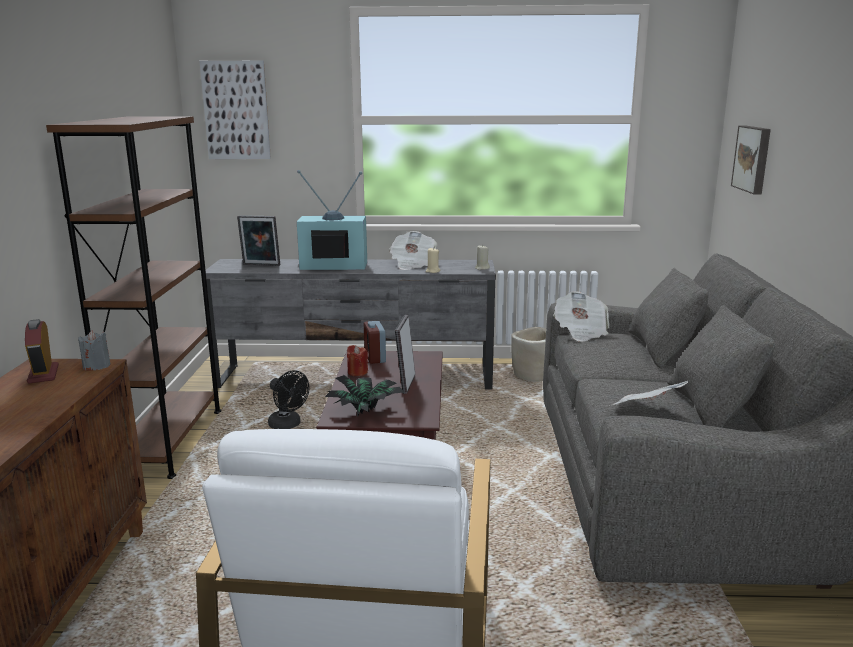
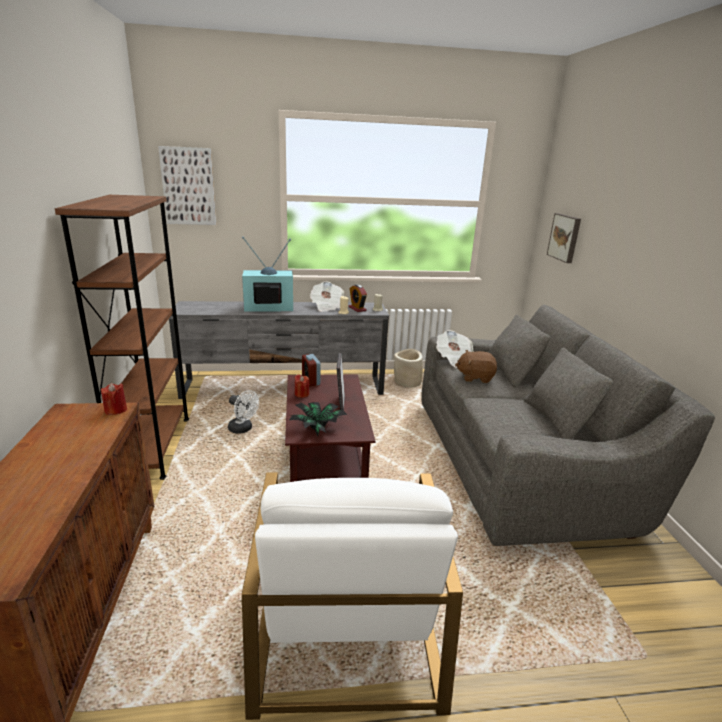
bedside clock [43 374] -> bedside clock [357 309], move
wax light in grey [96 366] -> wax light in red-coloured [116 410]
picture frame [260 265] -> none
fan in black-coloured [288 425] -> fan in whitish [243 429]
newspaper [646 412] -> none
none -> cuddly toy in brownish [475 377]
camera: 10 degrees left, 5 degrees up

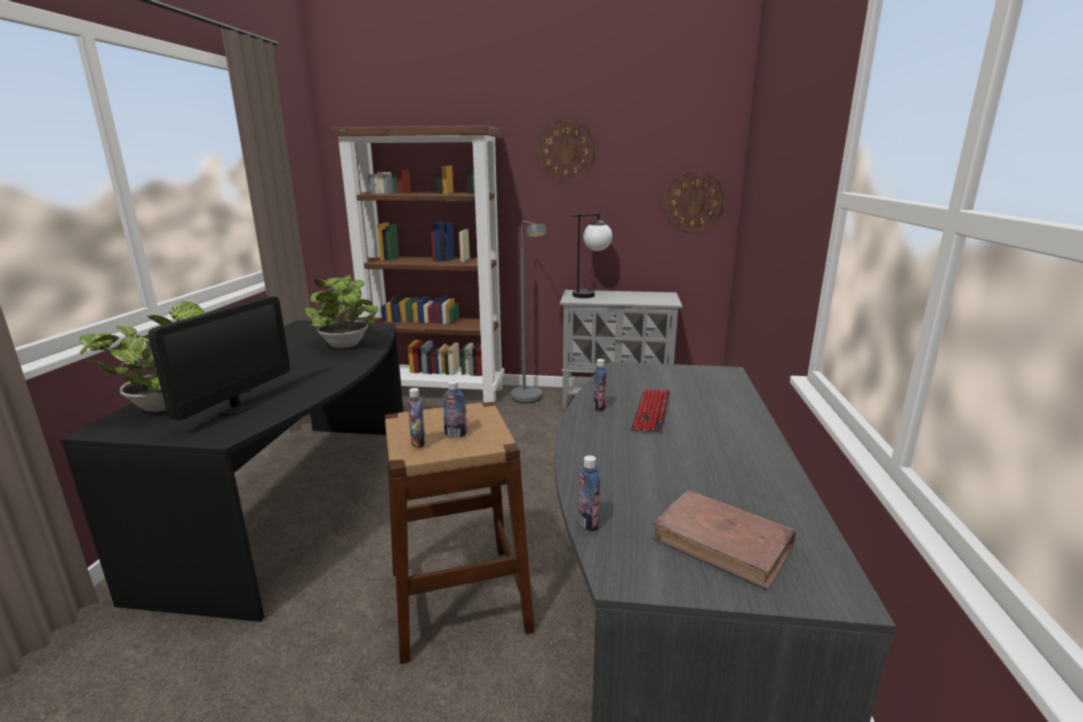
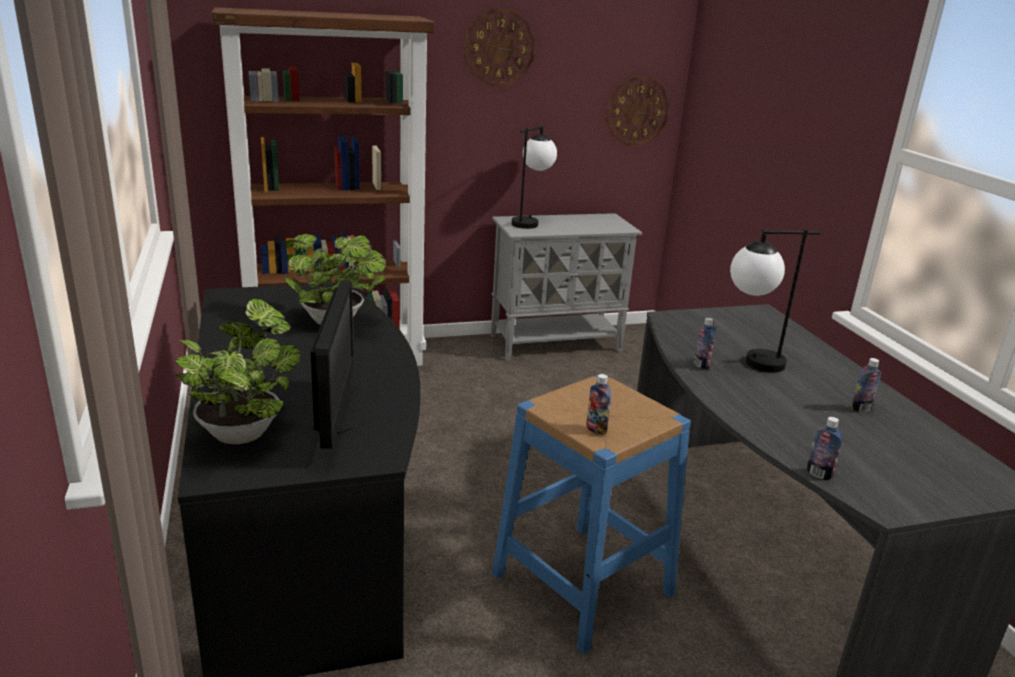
sitting stool in brownish [458 599] -> sitting stool in bluish [582 583]
drink bottle [456 434] -> drink bottle [861 409], move
standing lamp in grey [529 400] -> none
keyboard [651 412] -> tabletop lamp [749 364]
bound book in brownish [722 542] -> none
camera: 25 degrees left, 5 degrees up

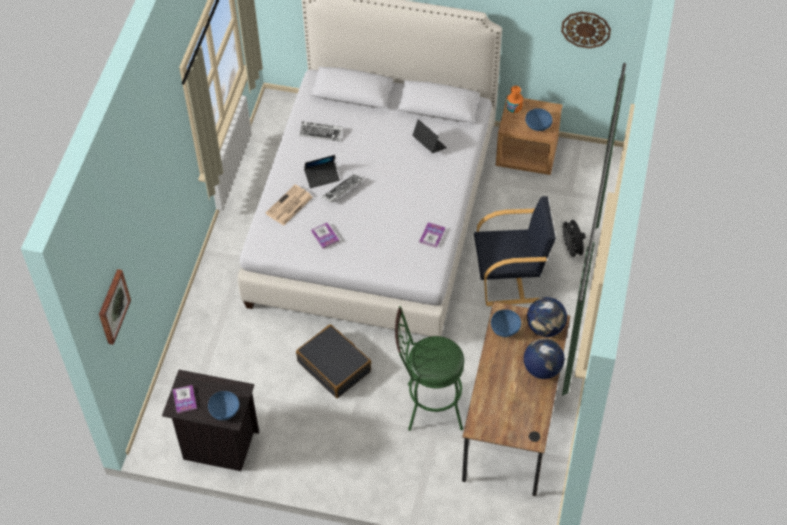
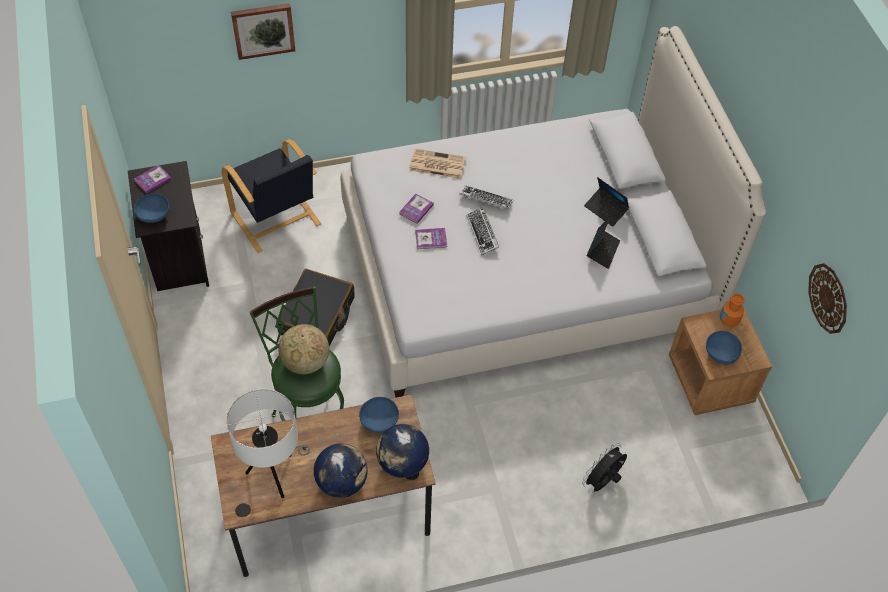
picture [112 306] -> picture [263 30], move
keyboard [321 133] -> keyboard [482 233], move
laptop [322 177] -> laptop [606 210], move
bound book [432 235] -> bound book [431 239], move
armchair in black-coloured [510 278] -> armchair in black-coloured [276 220], move
none -> tabletop lamp in whitish [275 473]
none -> globe [305 362]
camera: 60 degrees right, 0 degrees up

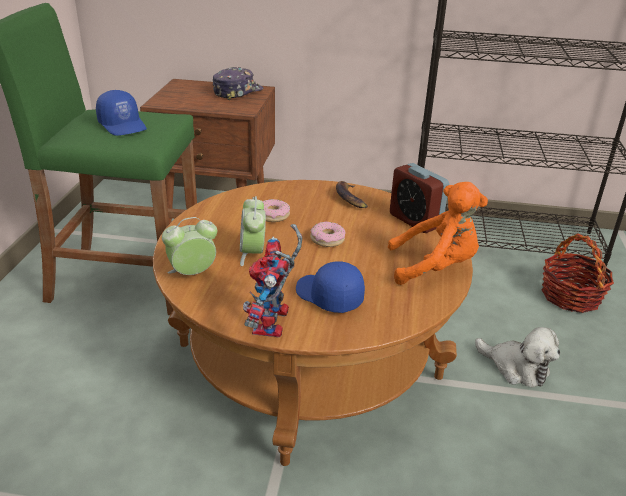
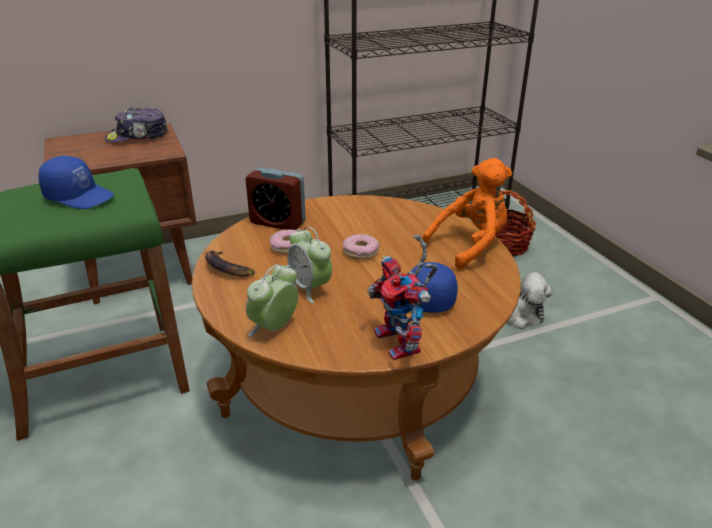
cap [237 92] -> cap [137 136], 120 degrees counterclockwise
whole banana [350 198] -> whole banana [227 268], move
bedside clock [415 221] -> bedside clock [277 222], move
camera: 30 degrees left, 0 degrees up

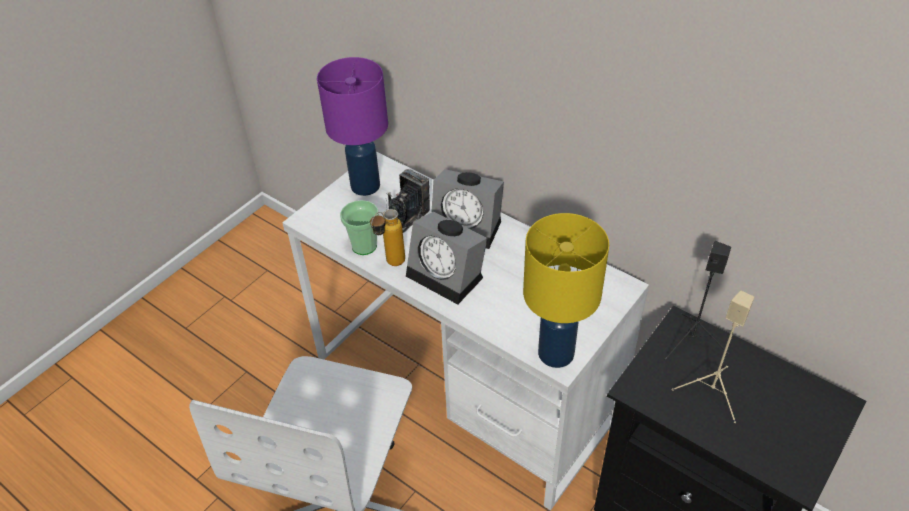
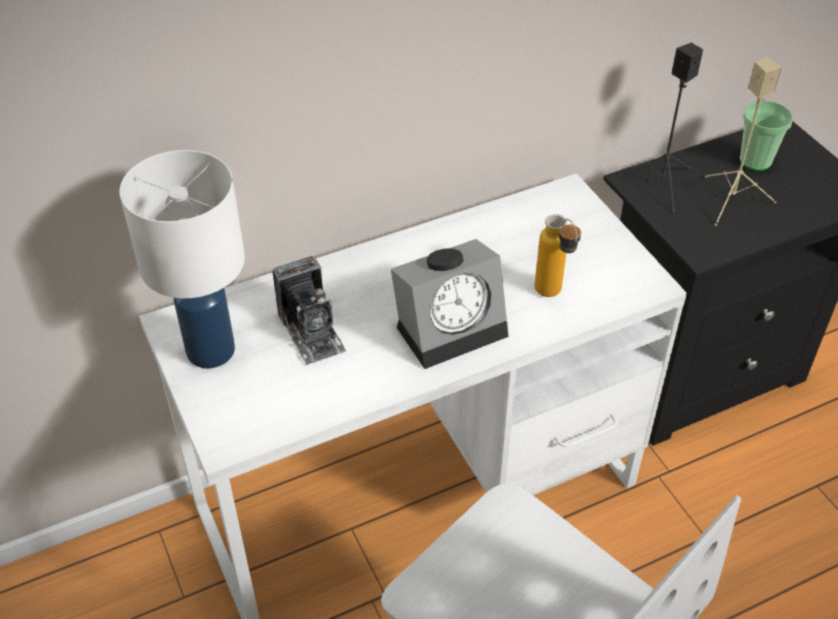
tabletop lamp in purple-coloured [364 185] -> tabletop lamp in whitish [209 351]
small cup [364 246] -> small cup [755 161], move
drink bottle [390 265] -> drink bottle [553 296], move
bedside clock [469 226] -> none
tabletop lamp in yellow [557 353] -> none
camera: 65 degrees left, 0 degrees up

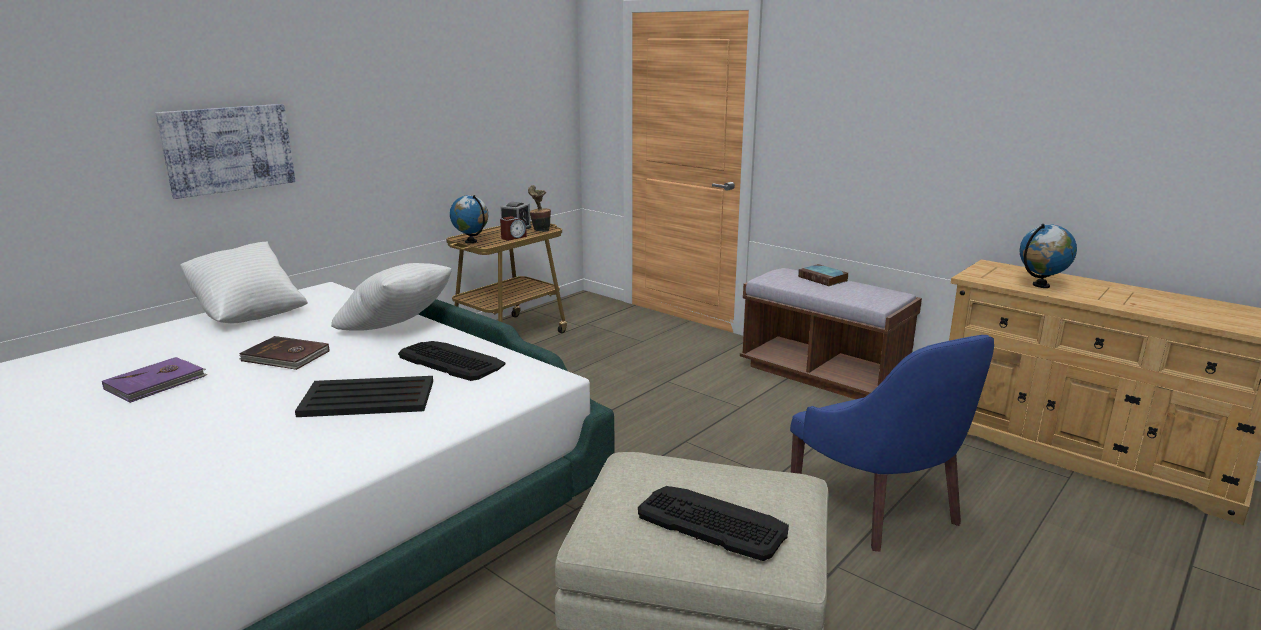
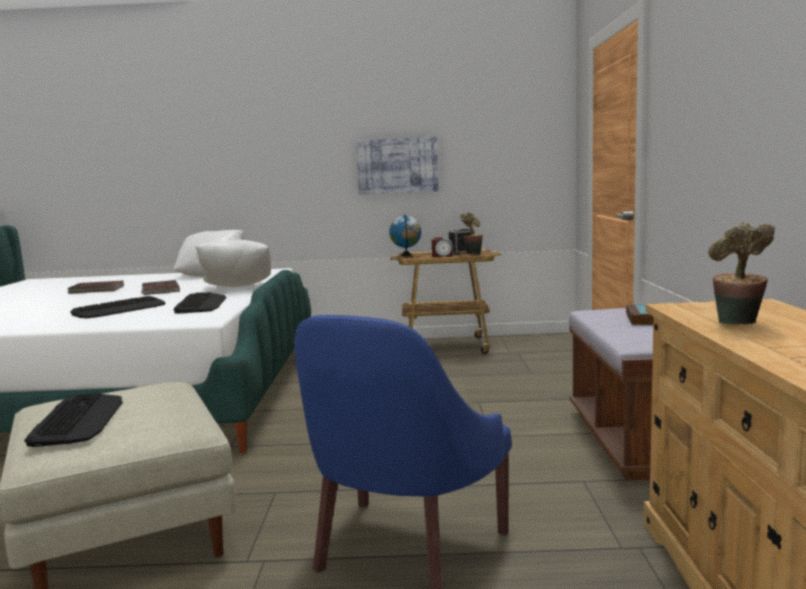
bound book in purple-coloured [157 383] -> bound book in brownish [97 290]
picture [228 149] -> picture [397 166], move
tray in black-coloured [366 398] -> keyboard [120 309]
globe [1041 285] -> houseplant [738 324]
camera: 50 degrees right, 10 degrees down

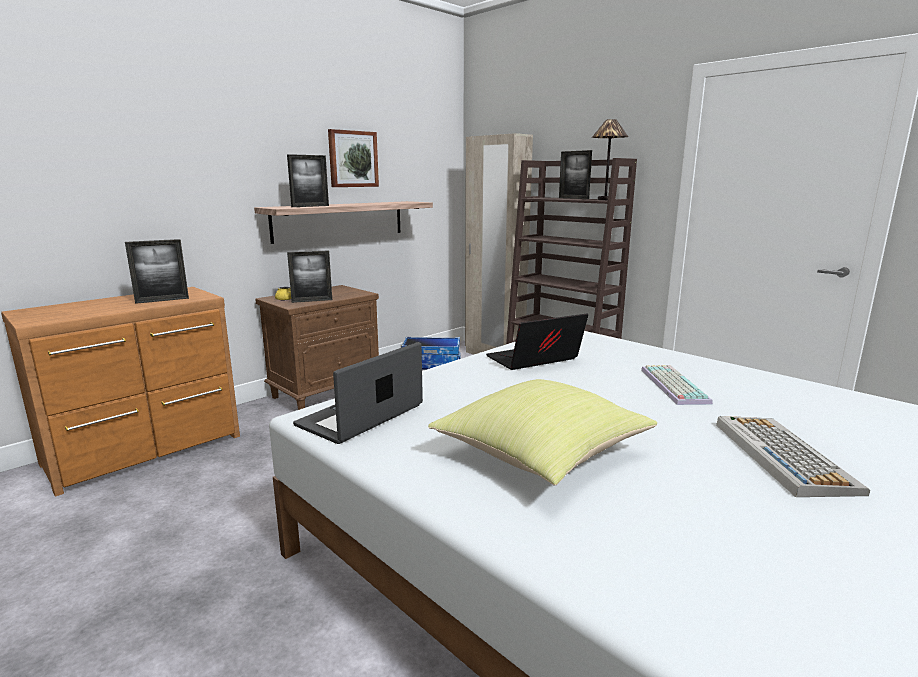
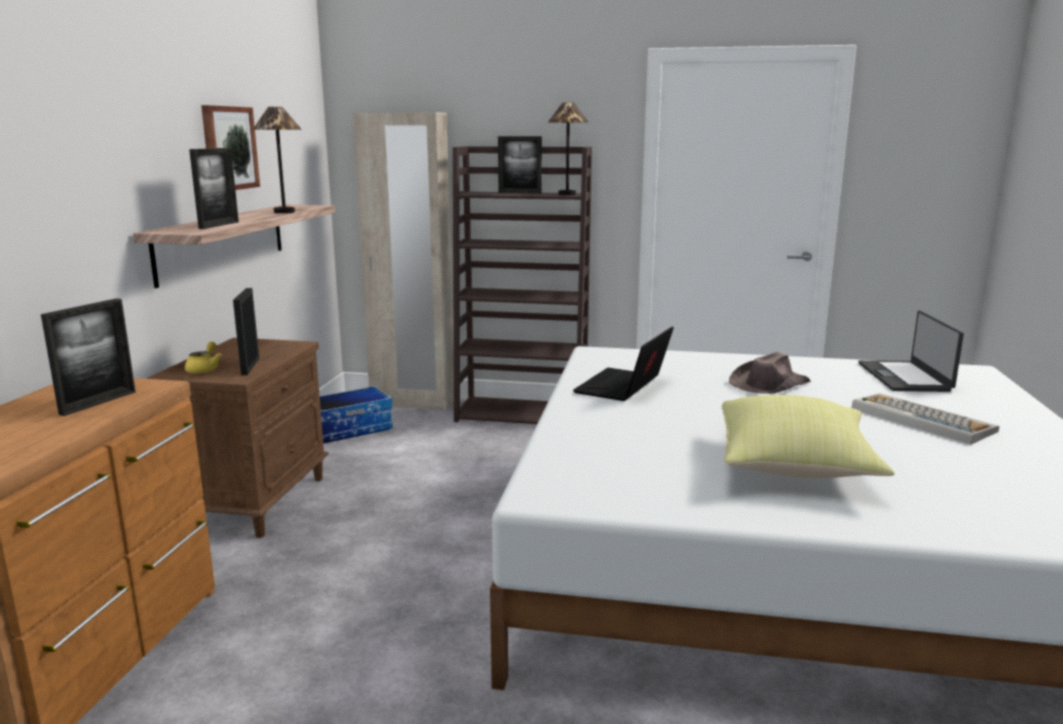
picture frame [312 300] -> picture frame [250 366], 135 degrees clockwise
laptop [362 416] -> laptop [905 377], move
keyboard [671 385] -> hat in brownish [768 384]
none -> tabletop lamp [284 212]
camera: 35 degrees left, 0 degrees up

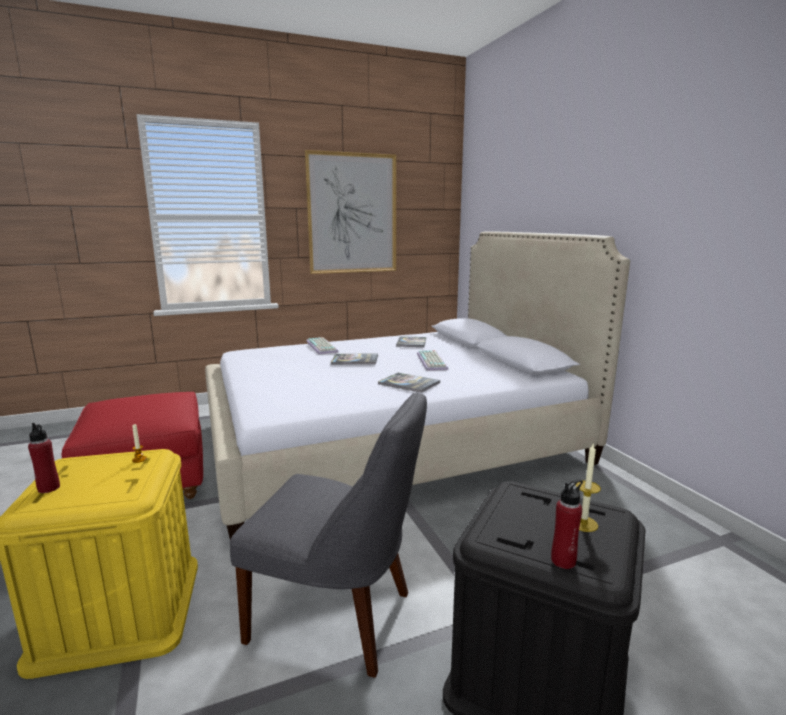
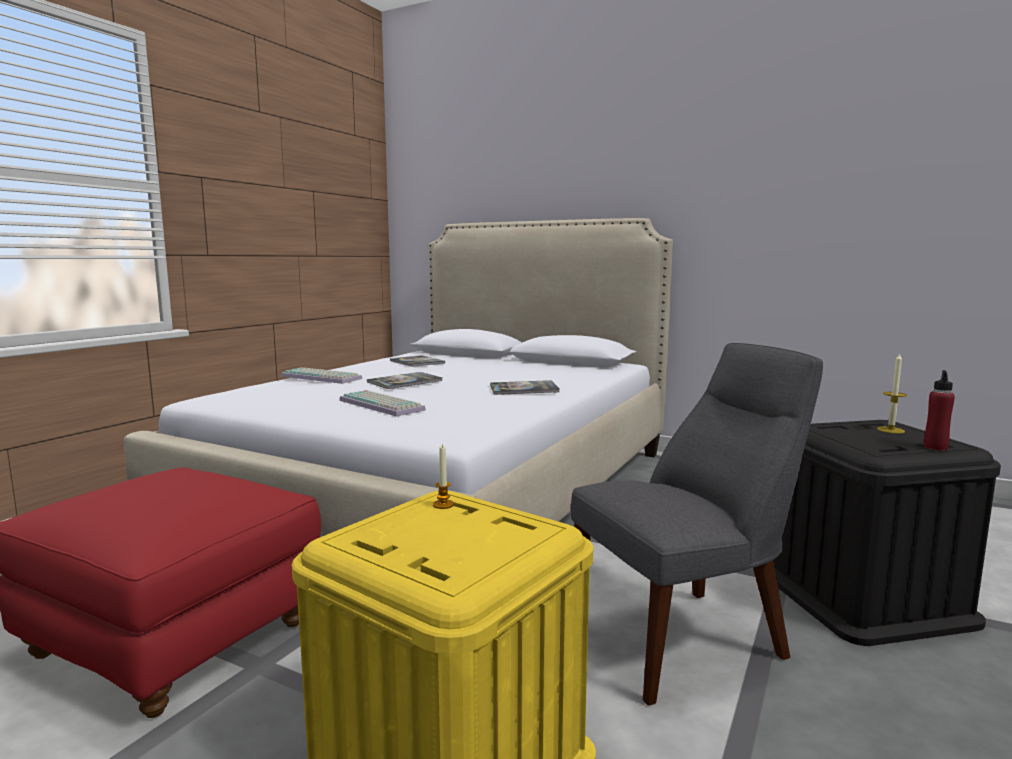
drink bottle in red-coloured [49 488] -> none
picture [352 214] -> none
keyboard [433 361] -> keyboard [383 405], move
camera: 40 degrees left, 5 degrees down

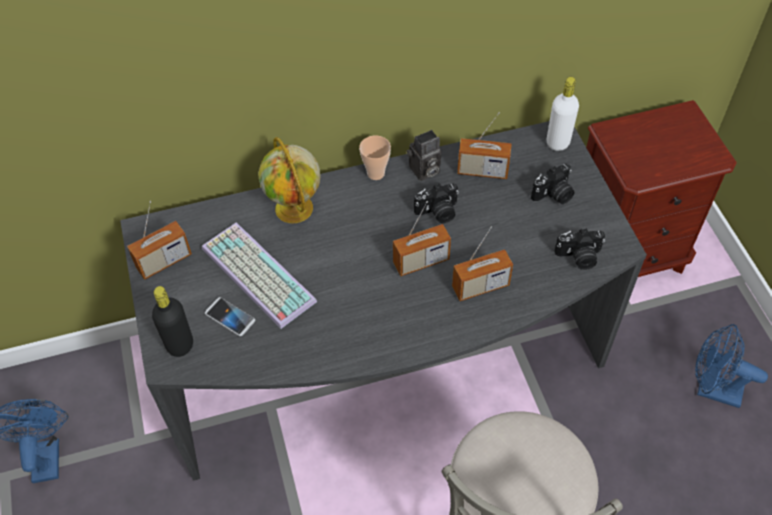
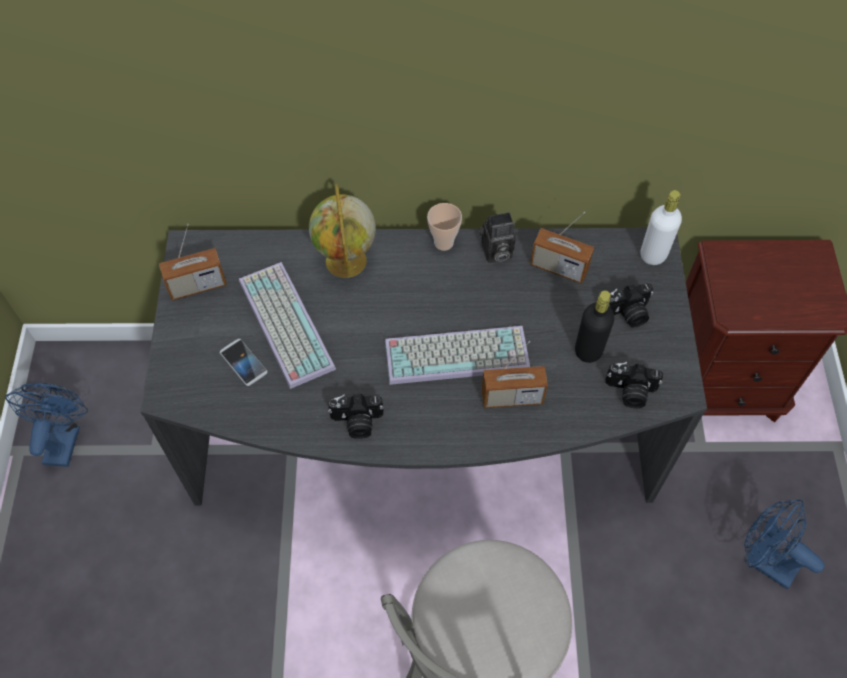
drink bottle in black-coloured [180 345] -> drink bottle in black-coloured [588 350], move
radio receiver [421 261] -> keyboard [458 353]
still camera [438 212] -> still camera [357 422], move
camera: 15 degrees right, 5 degrees up

